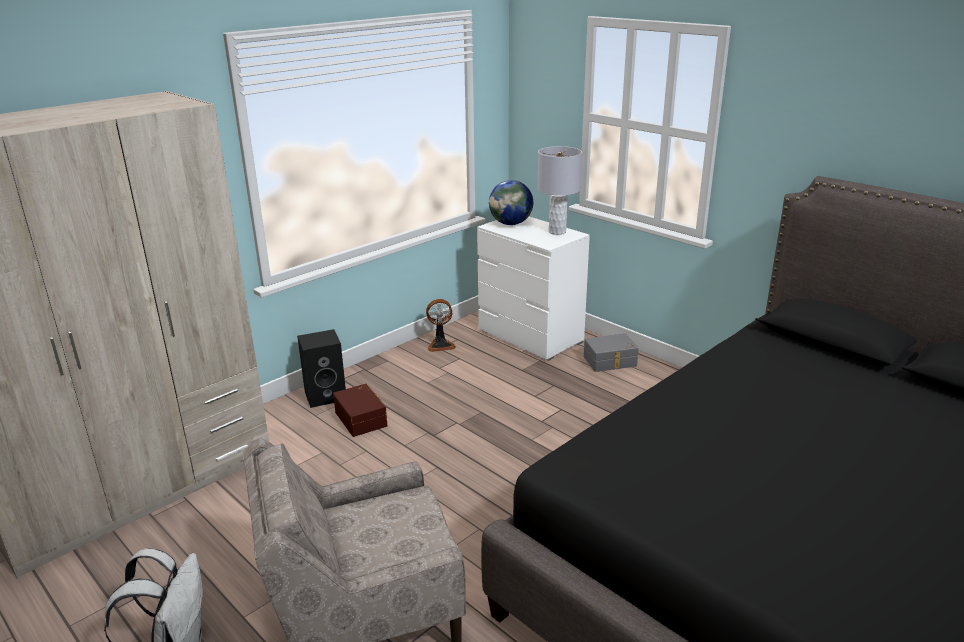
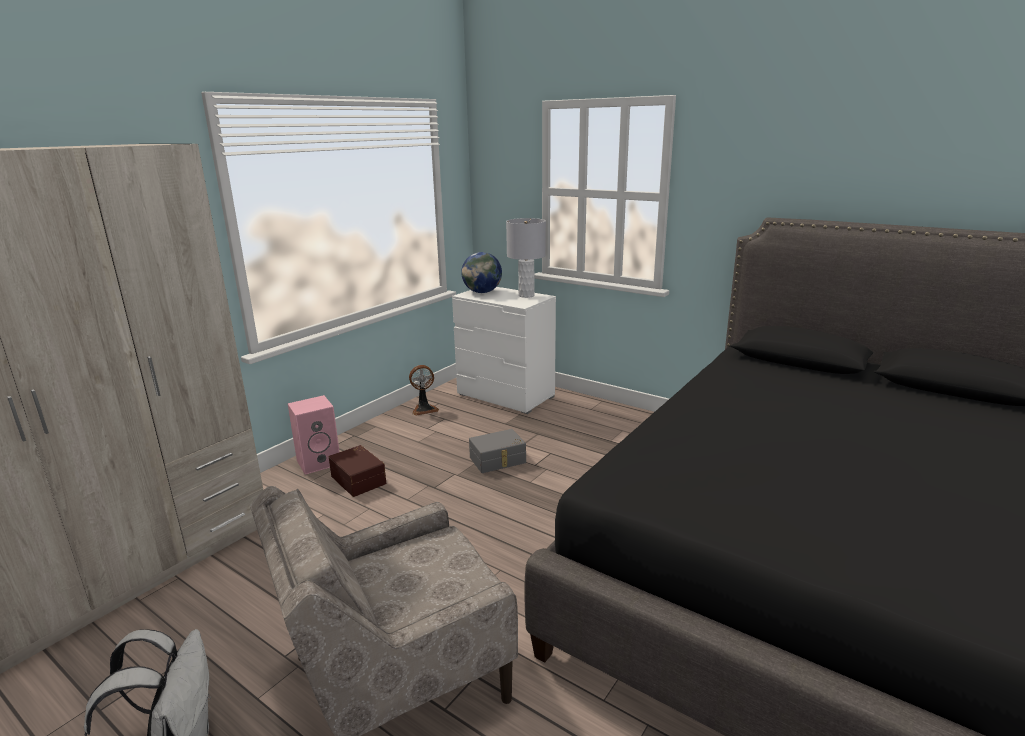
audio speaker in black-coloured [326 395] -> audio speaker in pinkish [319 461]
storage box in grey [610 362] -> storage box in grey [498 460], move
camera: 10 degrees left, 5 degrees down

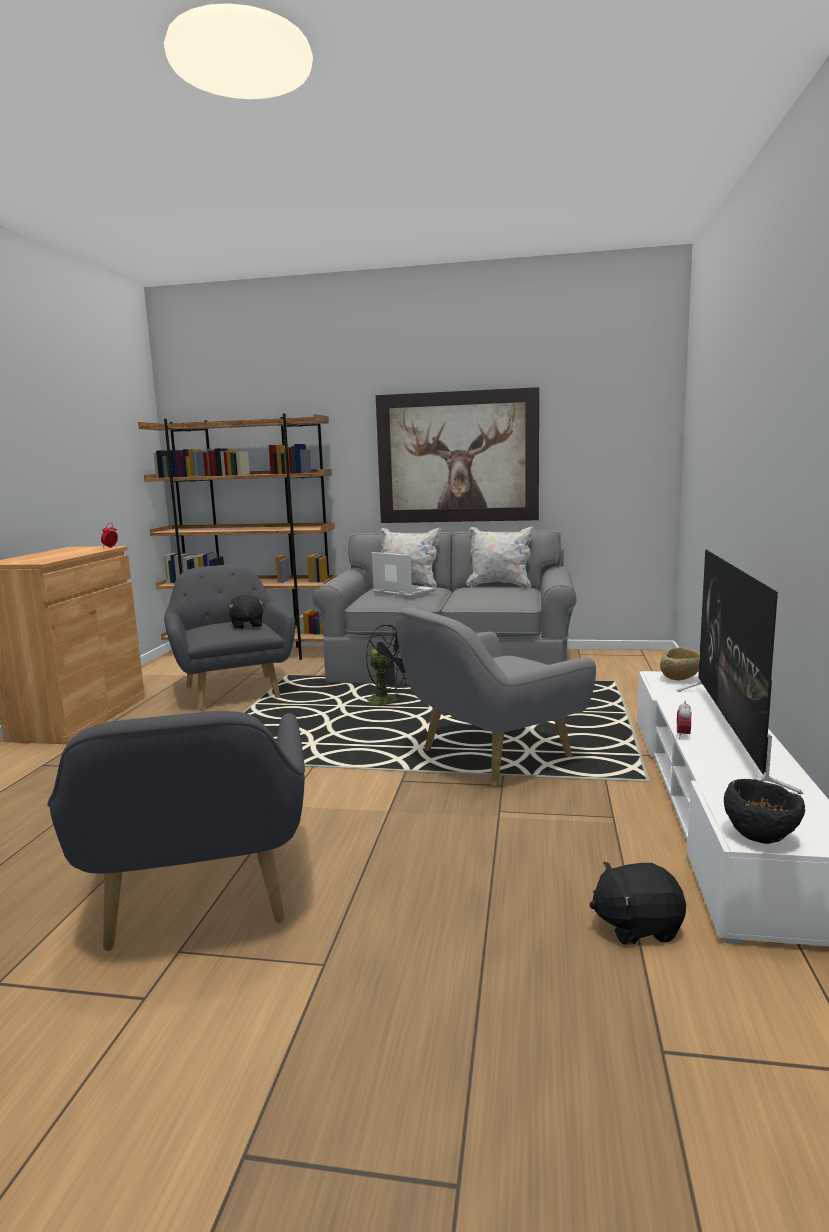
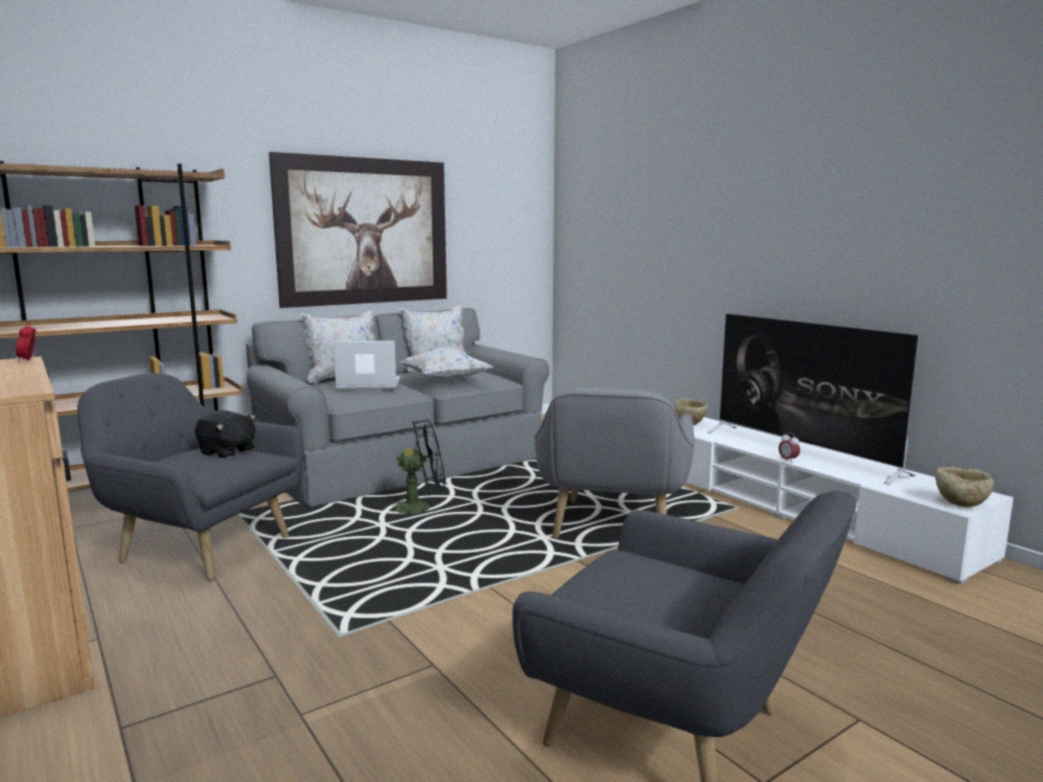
cuddly toy in black-coloured [637 926] -> none
serving bowl in black-coloured [761 836] -> serving bowl in sand-coloured [959 503]
none -> cushion in whitish [445 381]
camera: 45 degrees left, 0 degrees up

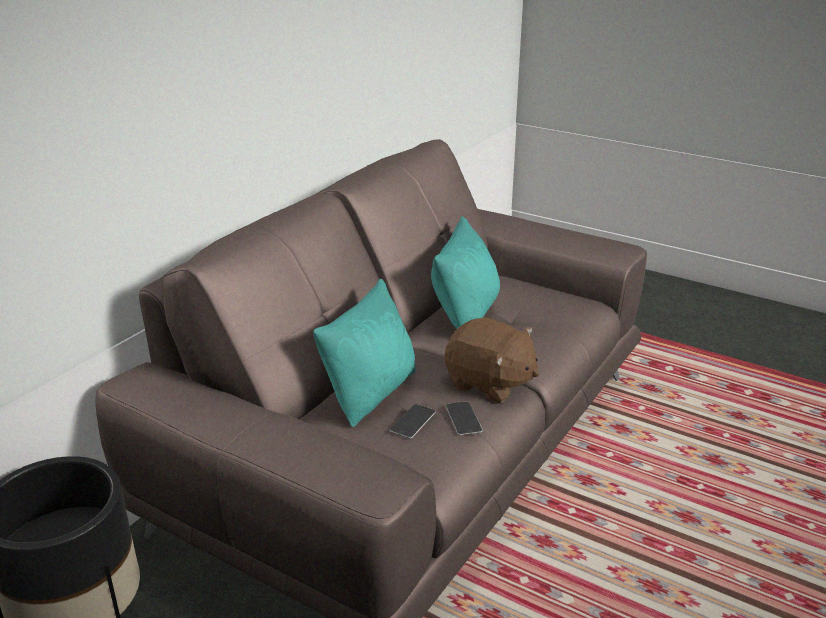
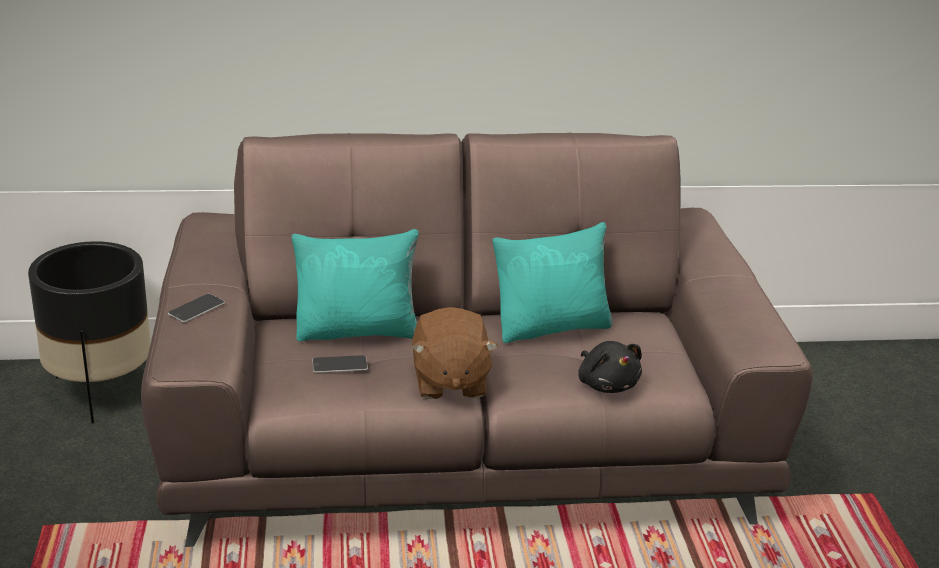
telephone [463 418] -> telephone [196 308], move
none -> cuddly toy in black-coloured [607 384]
camera: 50 degrees right, 0 degrees up

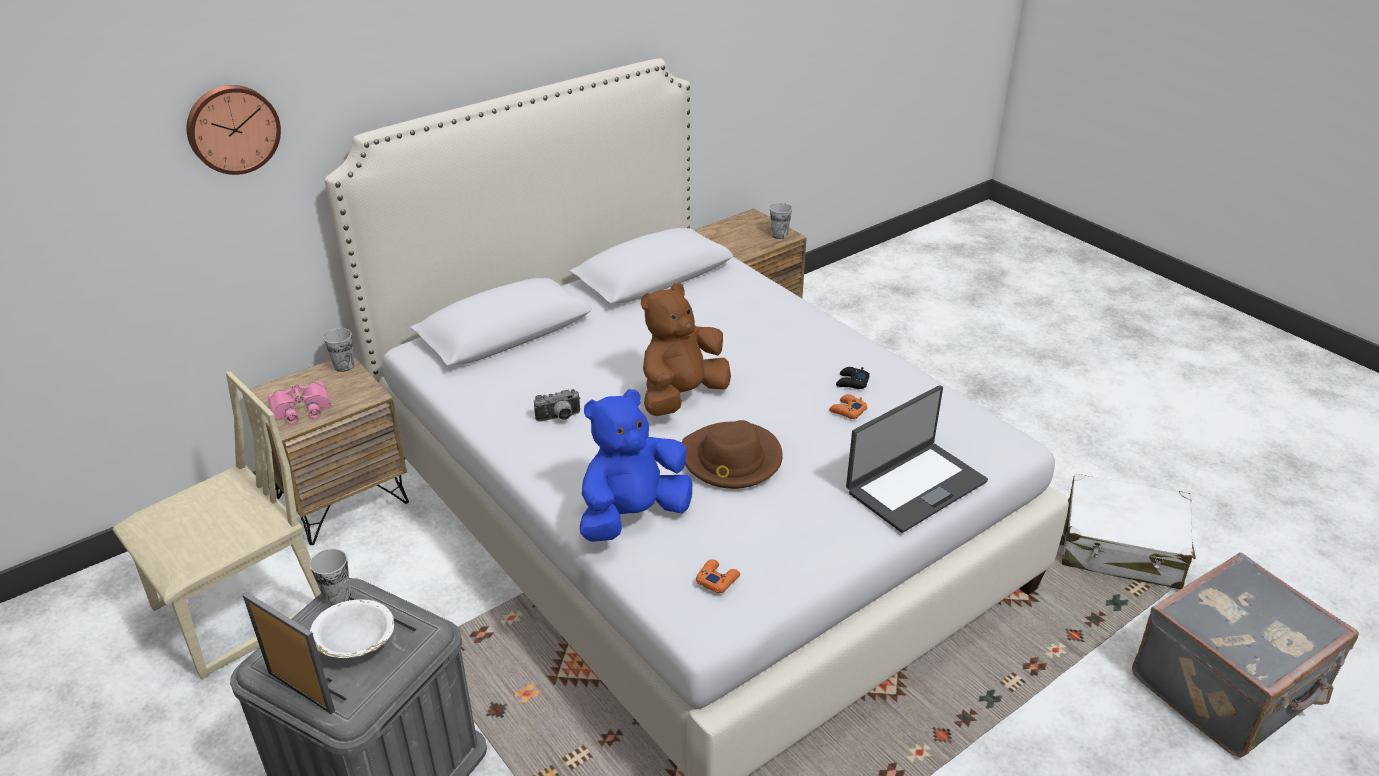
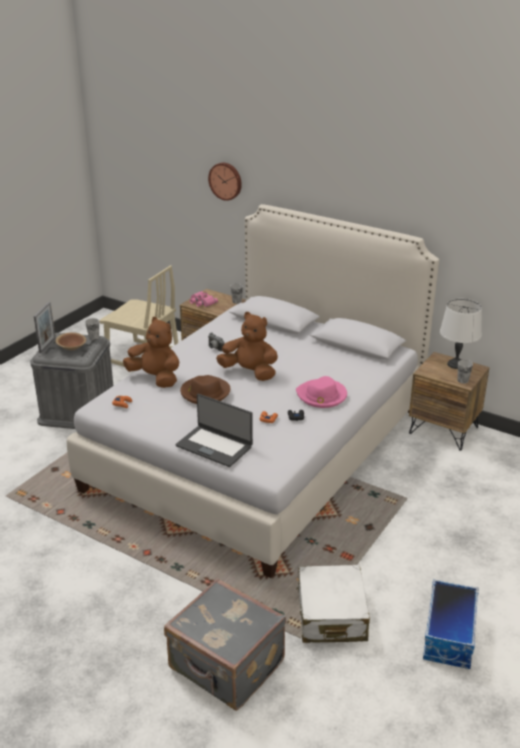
serving bowl in whitish [356 643] -> serving bowl in brownish [72 347]
cuddly toy in bluish [633 516] -> cuddly toy in brownish [155 378]
none -> hat in pinkish [321 396]
none -> storage box [450 636]
none -> tabletop lamp in whitish [456 364]
camera: 70 degrees right, 5 degrees down

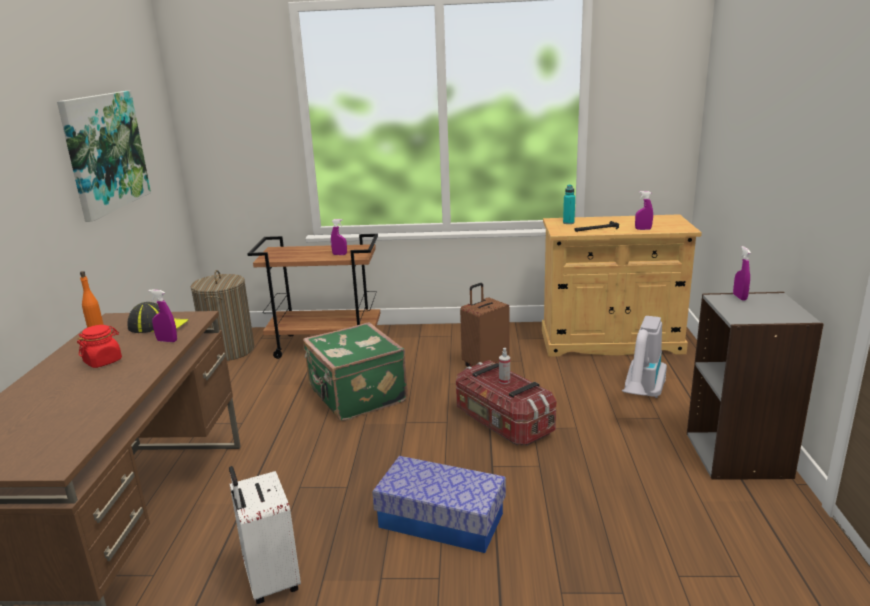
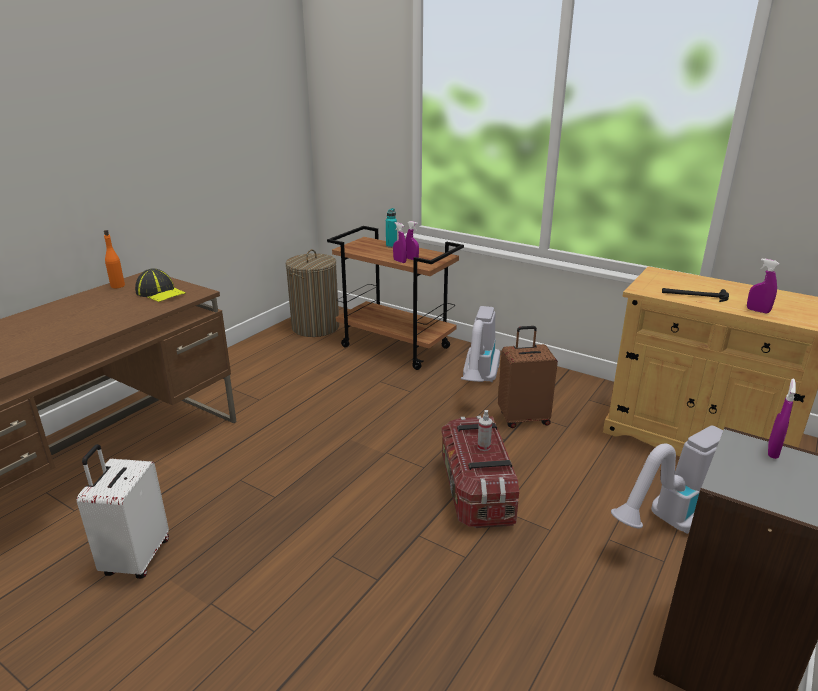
picture [105 152] -> none
preserve jar in red-coloured [103 361] -> none
hand sprayer in purple-coloured [167 341] -> hand sprayer in purple-coloured [399 261], move
suitcase in green [356 396] -> none
storage box [441 520] -> none
drink bottle in turquoise-coloured [568 223] -> drink bottle in turquoise-coloured [391 246], move
none -> hoover [479 381]
camera: 30 degrees right, 5 degrees up

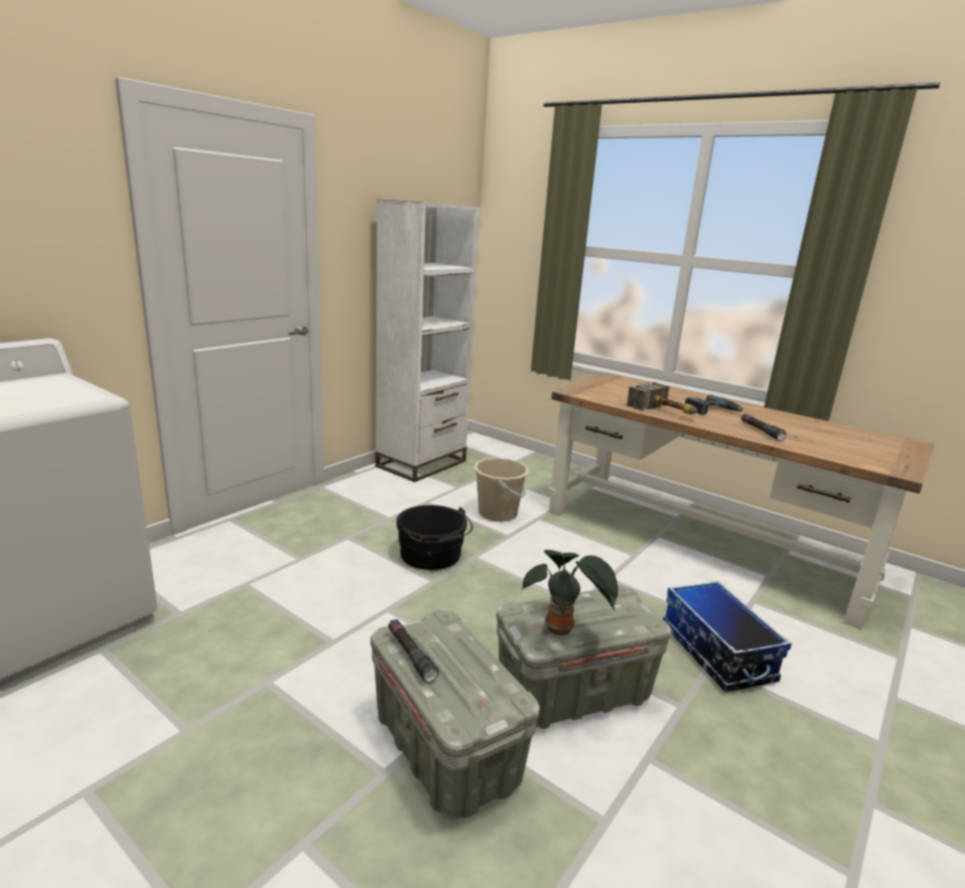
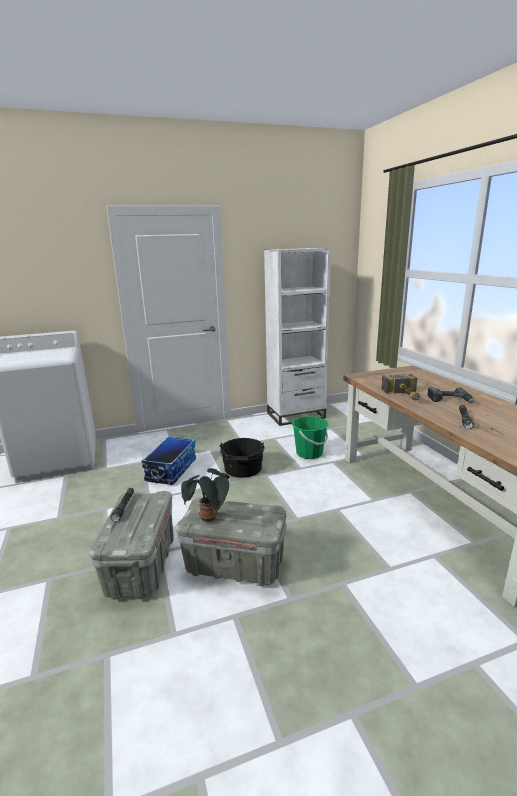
bucket in sand-coloured [498 513] -> bucket in green [309 453]
storage box [715 652] -> storage box [171 470], move
camera: 35 degrees right, 0 degrees up

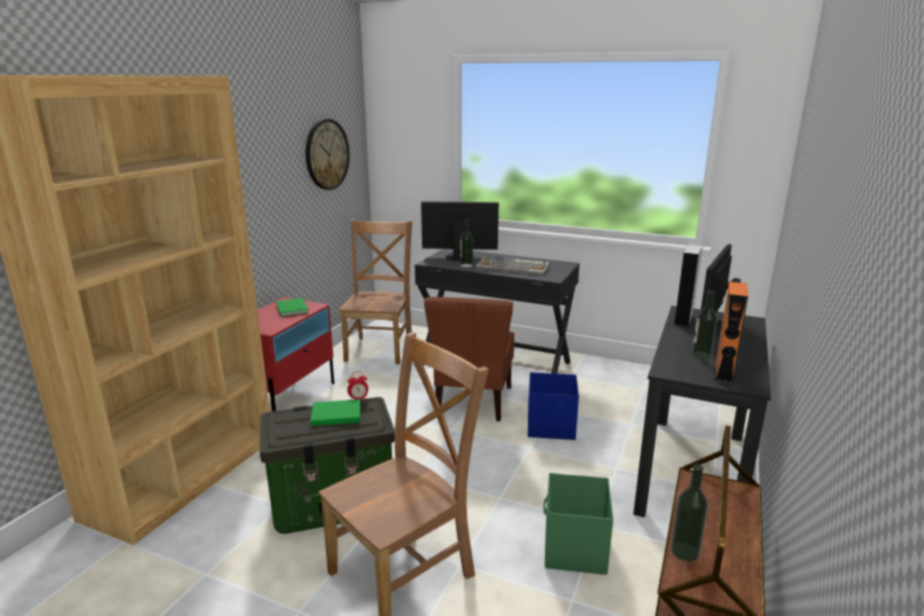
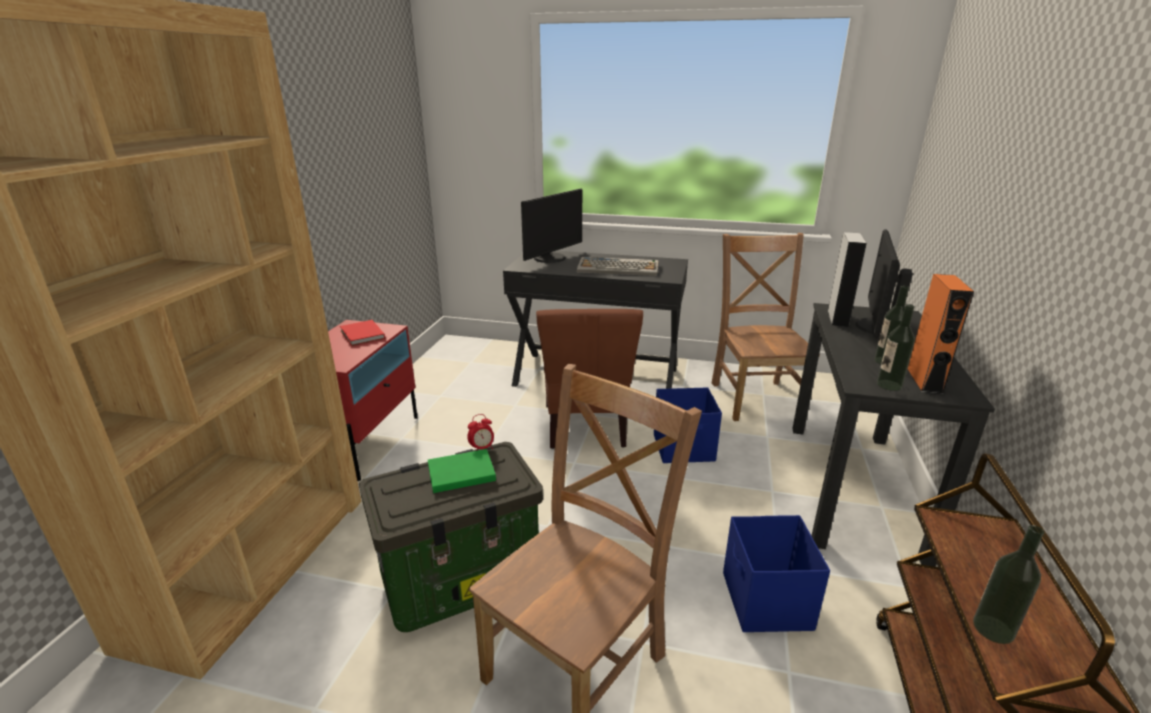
bound book in green [291 309] -> bound book in red-coloured [362 335]
hanging clock [327 154] -> none
chair in brownish [380 348] -> chair in brownish [755 398], move
monitor [459 256] -> monitor [551 258], 135 degrees clockwise
drink bottle [466 265] -> drink bottle [889 385], move
storage box in green [574 550] -> storage box in bluish [766 602]
camera: 10 degrees left, 5 degrees up

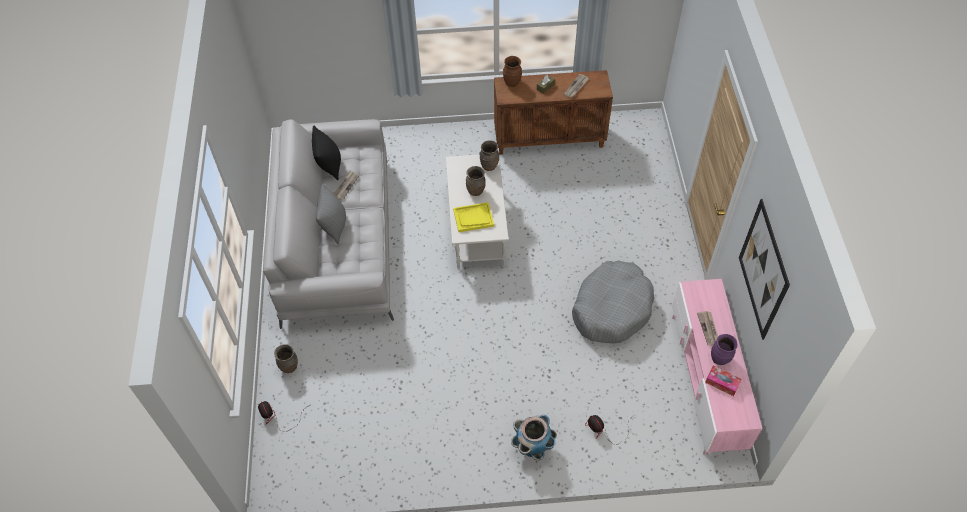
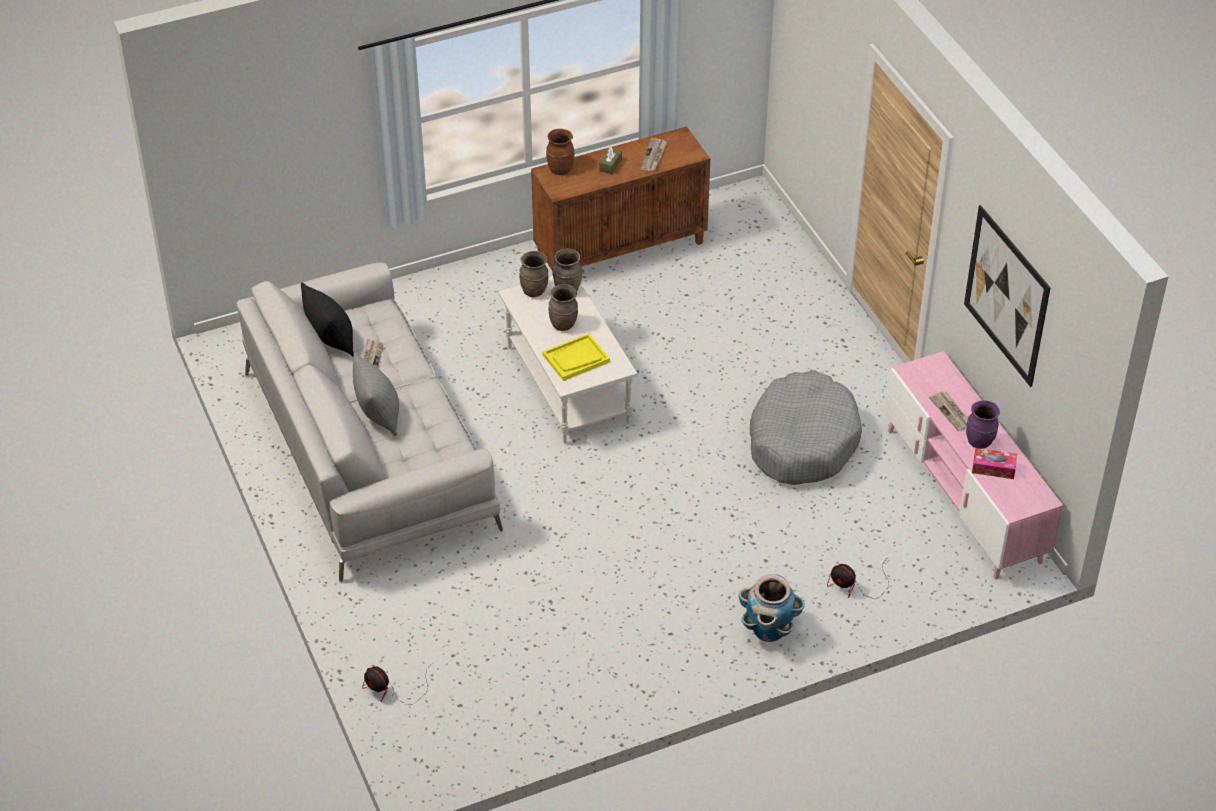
decorative vase in brownish [289 367] -> decorative vase in brownish [534 291], move
camera: 20 degrees left, 10 degrees down

